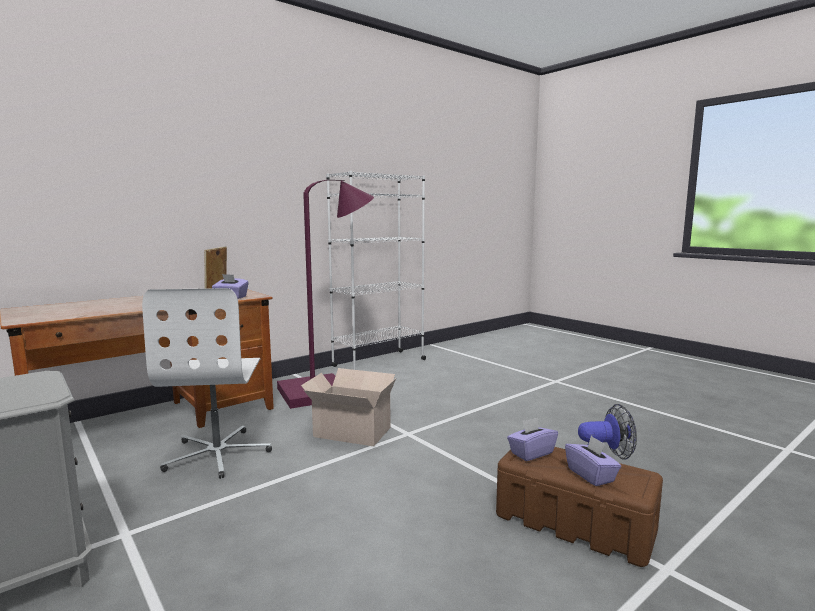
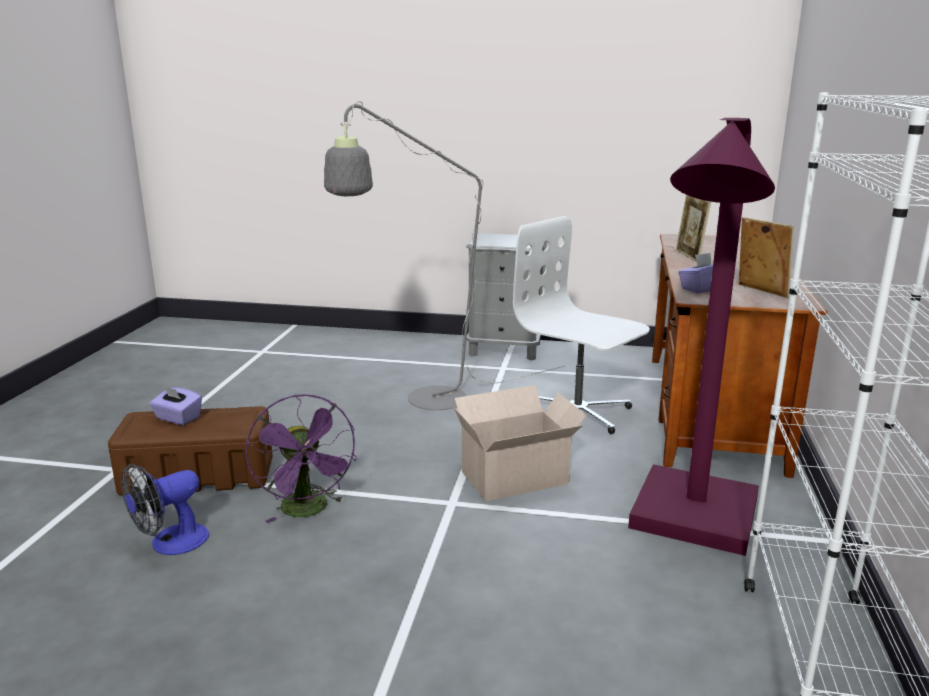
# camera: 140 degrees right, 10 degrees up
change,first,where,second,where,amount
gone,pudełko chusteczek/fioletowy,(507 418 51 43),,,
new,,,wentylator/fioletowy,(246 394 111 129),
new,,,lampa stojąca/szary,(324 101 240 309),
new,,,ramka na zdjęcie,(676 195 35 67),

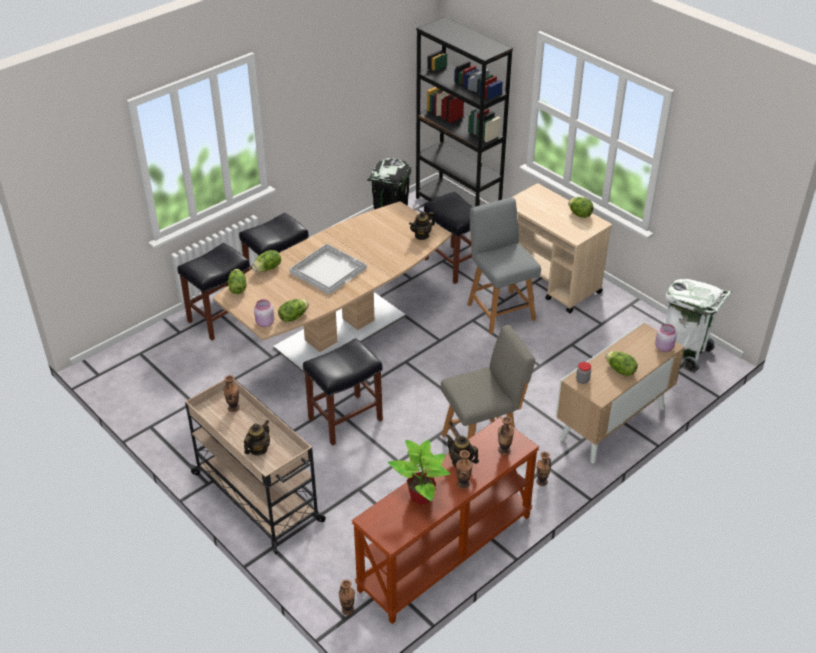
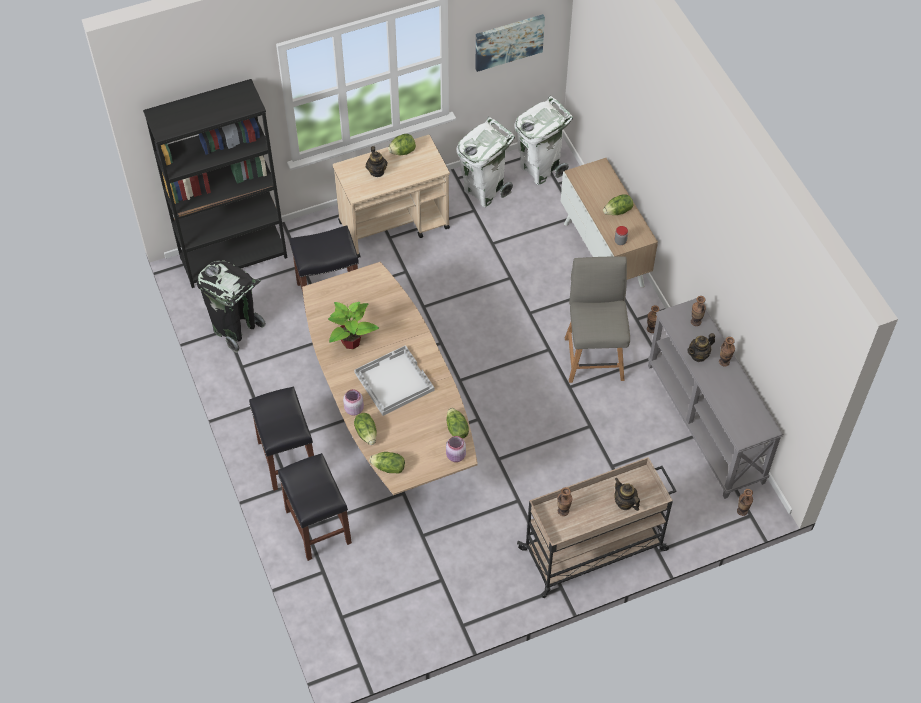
# camera: 70 degrees left, 15 degrees up
change,first,where,second,where,amount
gone,stołek/czarny,(303 338 80 108),,,
repainted,stolik konsolowy/brązowy,(352 417 187 207),stolik konsolowy/szary,(648 298 136 201),
shifted,roślina doniczkowa,(388 440 62 65),,(328 302 51 47),
shifted,imbryk,(409 212 26 28),,(366 146 22 31),
gone,krzesło/szary,(467 197 74 137),,,
shifted,słoik/różowy,(655 324 22 28),,(343 389 21 26),
new,,,kosz na śmieci/biały,(457 117 58 90),
new,,,obraz,(475 14 70 58),

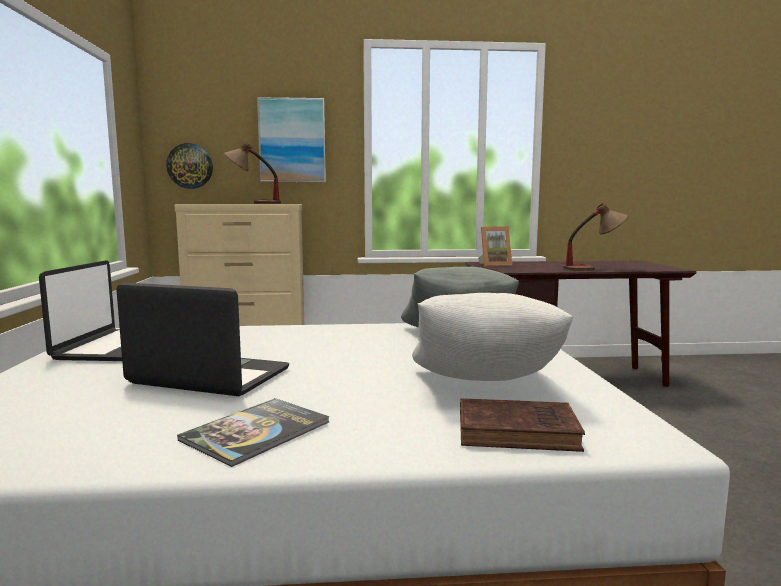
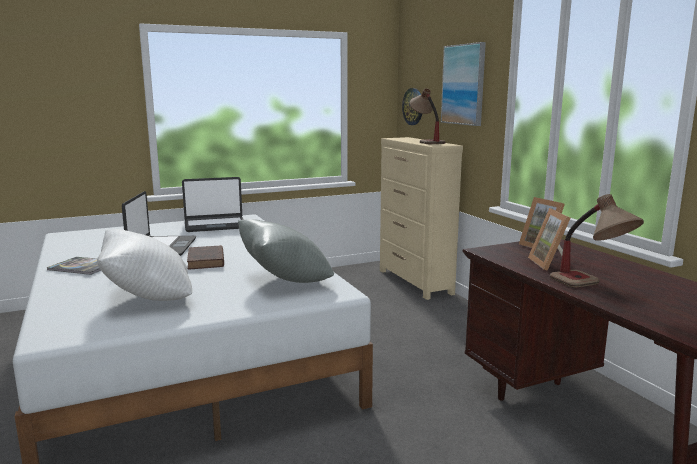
# camera: 70 degrees right, 5 degrees up
change,first,where,second,where,amount
shifted,książka/brązowy,(460 398 125 54),,(187 245 37 24),
new,,,ramka na zdjęcie,(528 208 42 63),

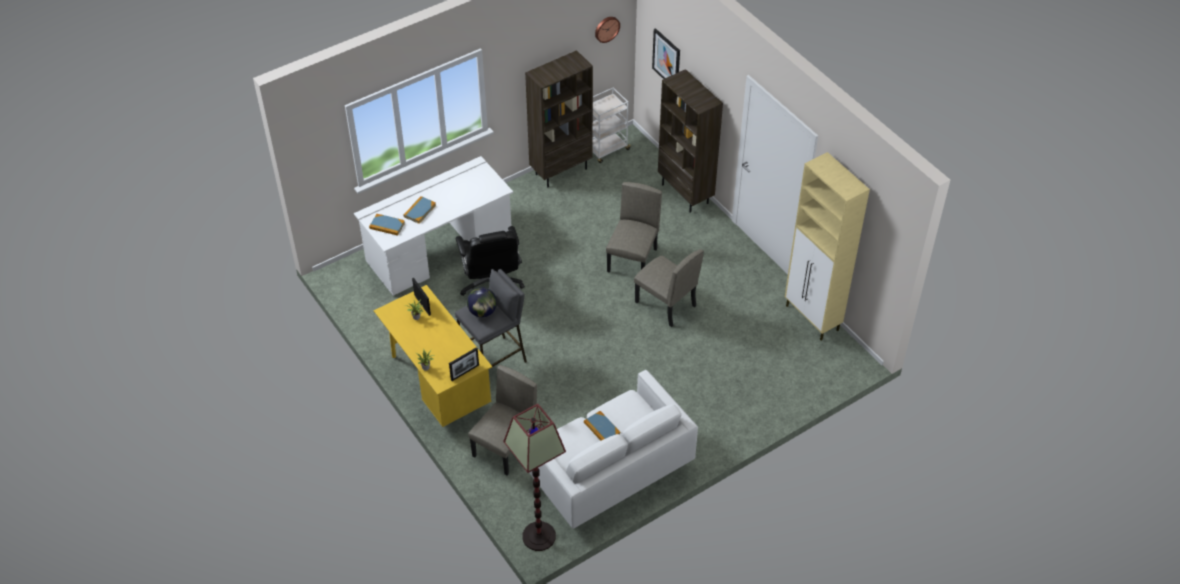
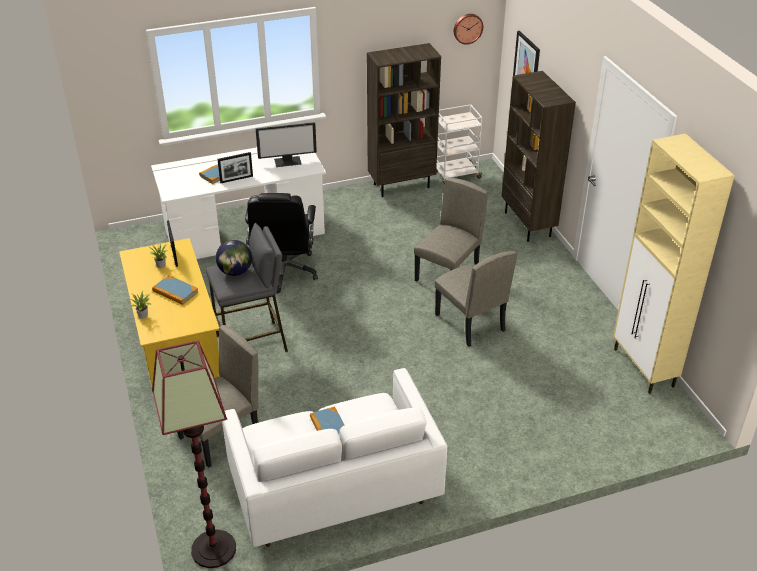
# camera: 15 degrees right, 10 degrees down
change,first,where,second,where,amount
shifted,książka,(369 214 36 22),,(152 275 46 30),
shifted,ramka na zdjęcie,(449 347 30 34),,(217 152 36 31),
new,,,monitor,(256 122 61 45),

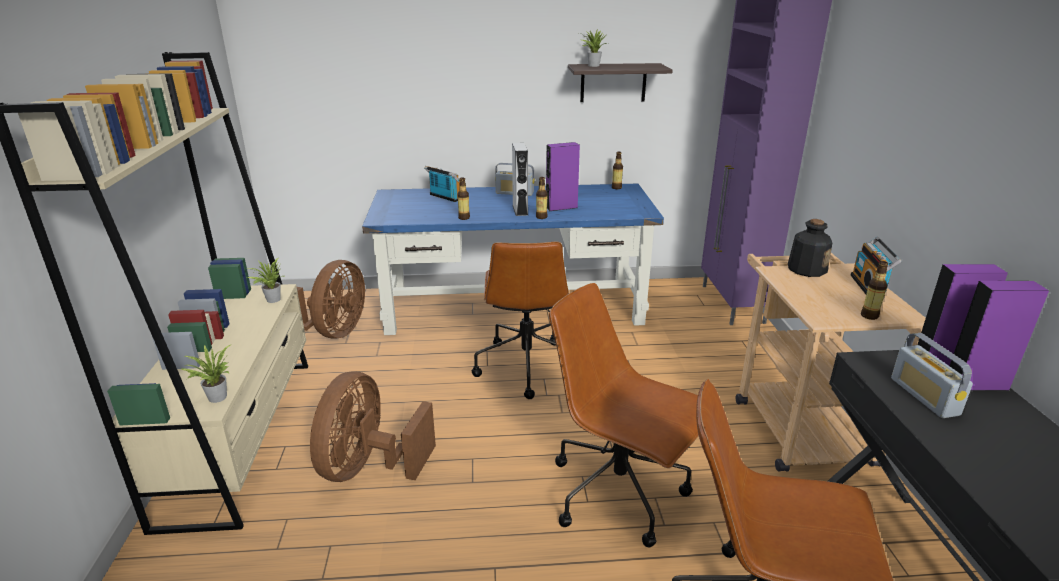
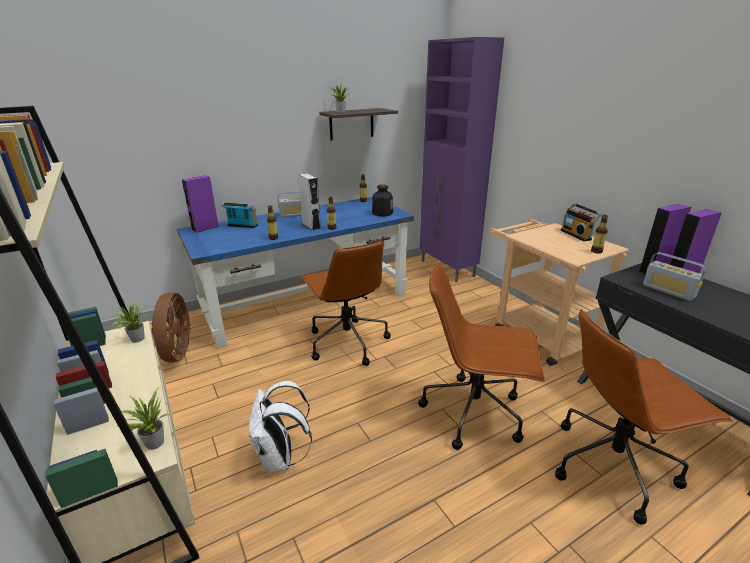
# camera: 25 degrees left, 0 degrees up
change,first,where,second,where,amount
swapped,wentylator/brązowy,(310 372 126 110),plecak/biały,(248 381 64 91),
shifted,głośnik/fioletowy,(546 142 34 69),,(182 176 37 57),
shifted,butelka,(788 219 44 58),,(372 184 21 32),

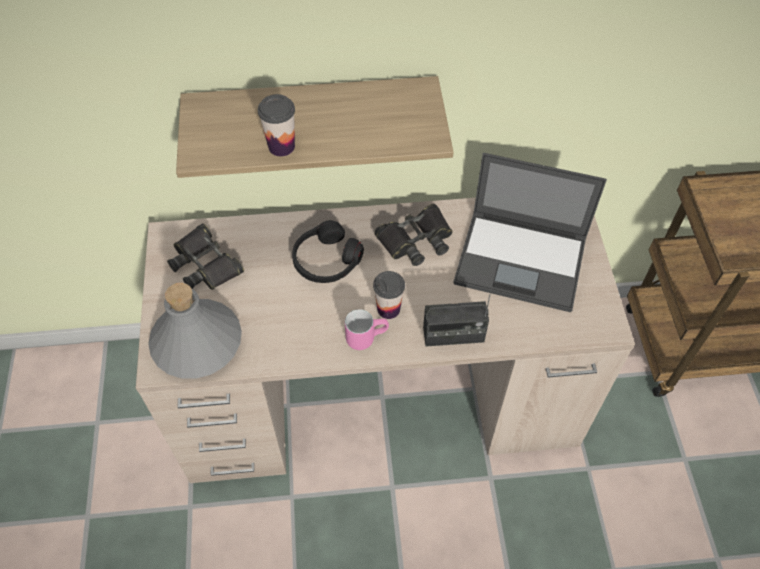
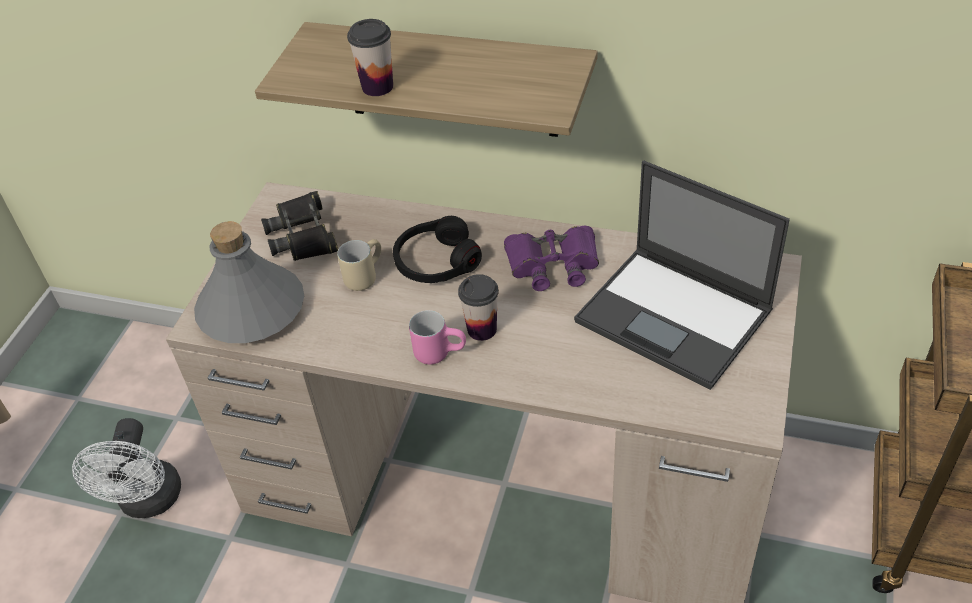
# camera: 25 degrees right, 10 degrees down
change,first,where,second,where,amount
repainted,lornetka/czarny,(374 204 79 62),lornetka/fioletowy,(504 226 95 65),
gone,radio,(423 290 68 57),,,
new,,,wentylator/biały,(72 418 109 100),
new,,,kubek/beżowy,(337 239 44 52),

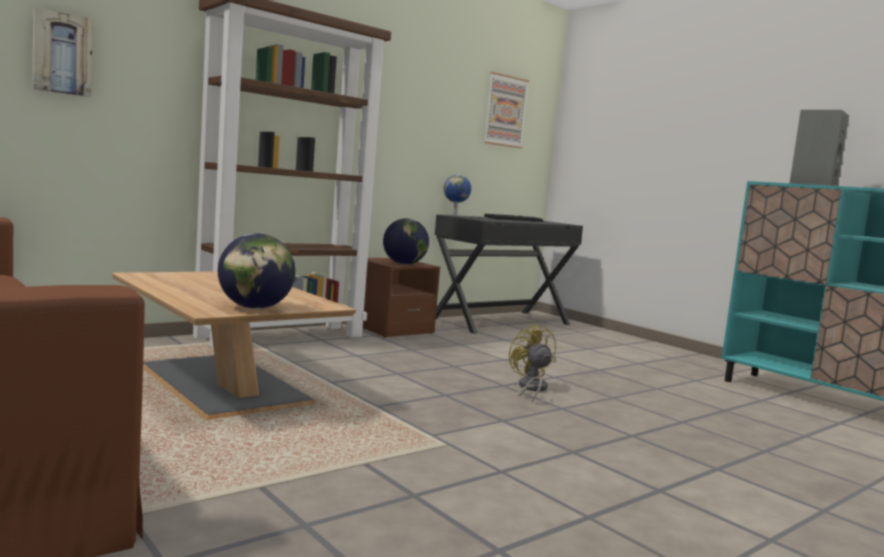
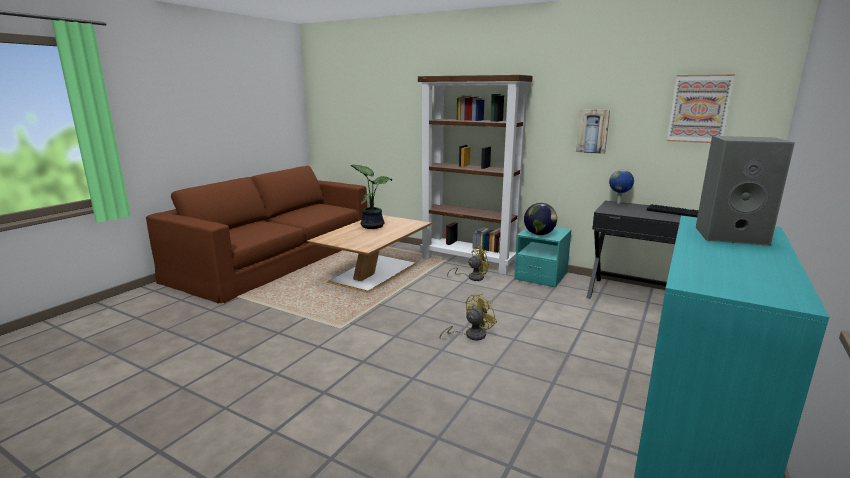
# camera: 70 degrees right, 10 degrees up
change,first,where,second,where,amount
shifted,obraz,(33 8 60 89),,(576 109 34 45),
gone,globus,(218 233 78 76),,,
repainted,szafka nocna/brązowy,(363 258 77 80),szafka nocna/turkusowy,(514 227 58 61),
new,,,roślina doniczkowa,(350 164 42 65),
new,,,wentylator/żółty,(447 246 44 35),

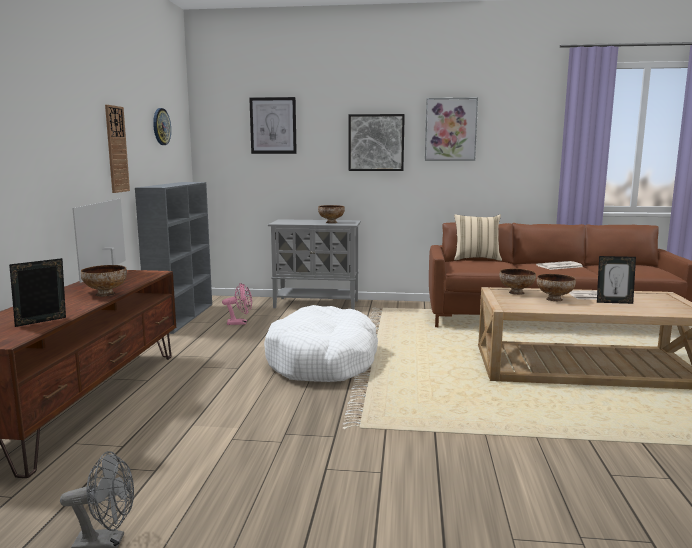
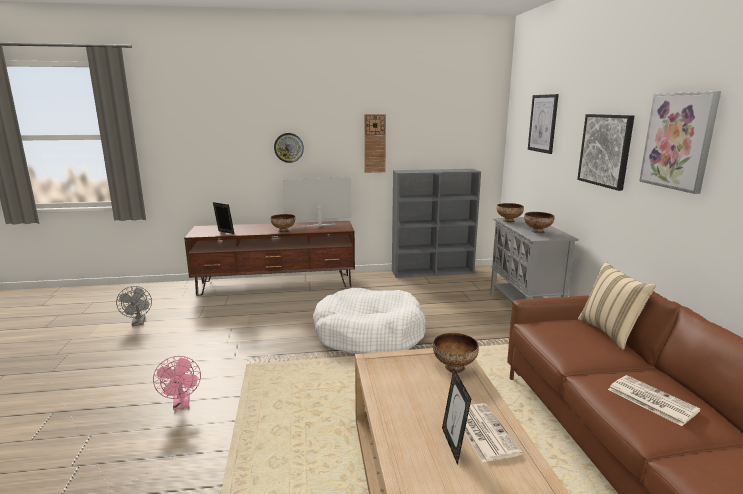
# camera: 75 degrees right, 5 degrees up
change,first,where,second,where,amount
shifted,zegar ścienny,(153 108 18 37),,(274 133 30 30),
shifted,wentylator/różowy,(222 283 30 42),,(153 356 48 54),
shifted,miska,(537 274 39 27),,(497 203 27 20),

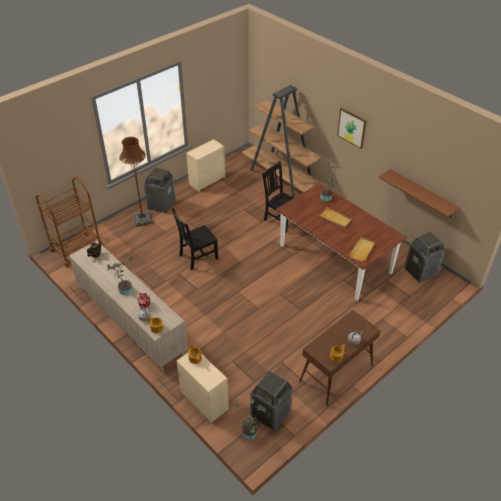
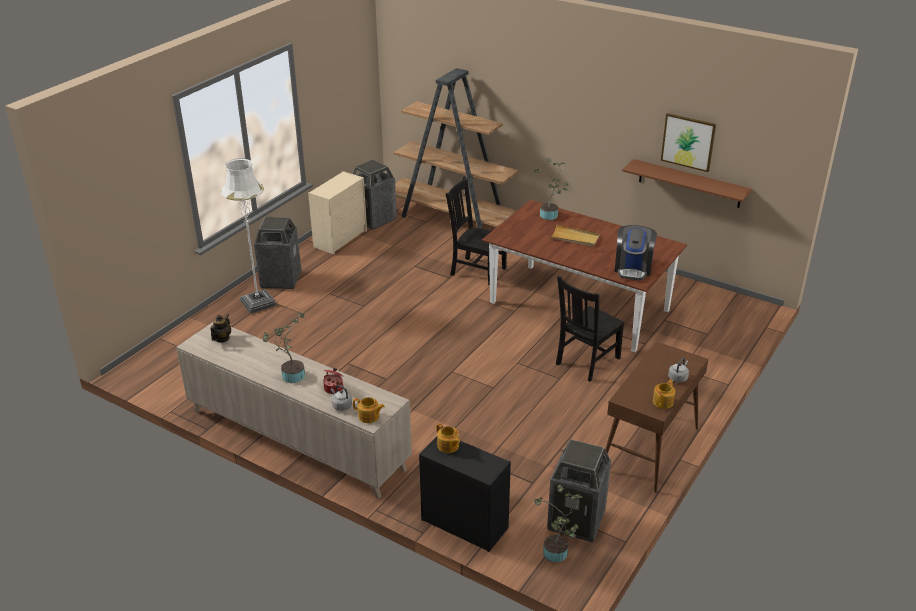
# camera: 15 degrees left, 10 degrees down
change,first,where,second,where,amount
gone,wózek/brązowy,(36 177 67 90),,,
repainted,lampa stojąca/brązowy,(119 137 34 90),lampa stojąca/biały,(221 158 56 156),
shifted,krzesło/czarny,(172 208 46 63),,(556 276 68 106),
repainted,komoda/beżowy,(177 353 52 70),komoda/czarny,(419 436 92 116),
shifted,obraz,(337 108 30 41),,(661 113 55 59),
swapped,taca/beżowy,(349 237 26 24),ekspres do kawy,(615 225 42 55),
shifted,kosz na śmieci,(404 231 41 52),,(352 159 45 71),

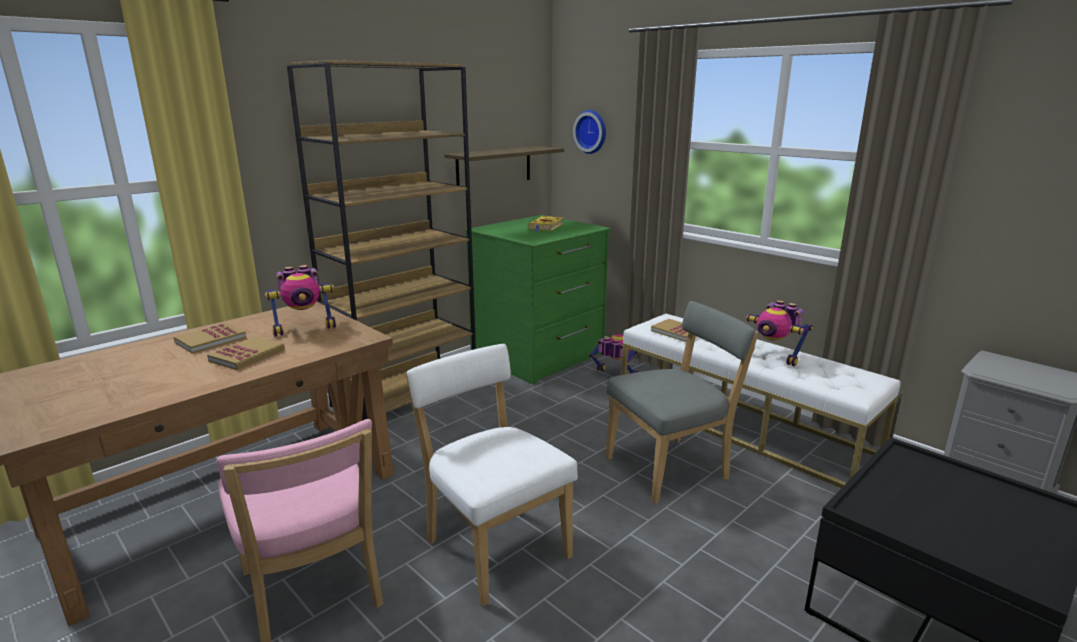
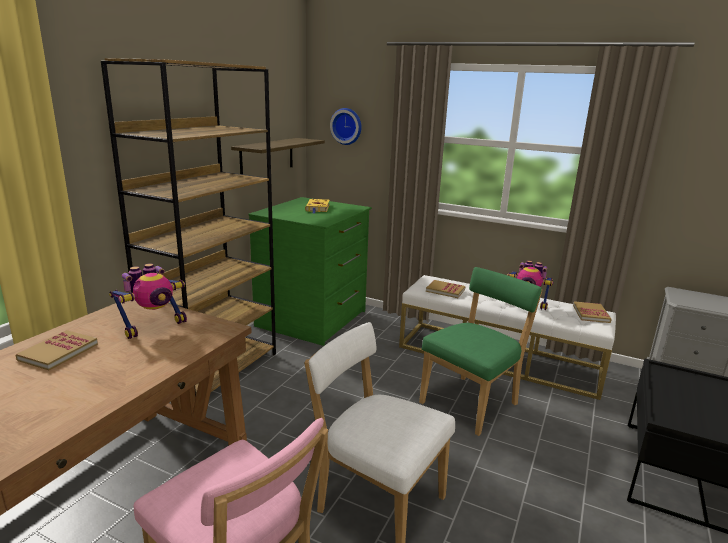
# camera: 20 degrees left, 0 degrees up
change,first,where,second,where,amount
shifted,książka,(207 336 78 34),,(573 301 39 22),
gone,robot zabawkowy,(589 334 51 40),,,
repainted,krzesło/szary,(606 301 153 203),krzesło/zielony,(419 267 124 169),

